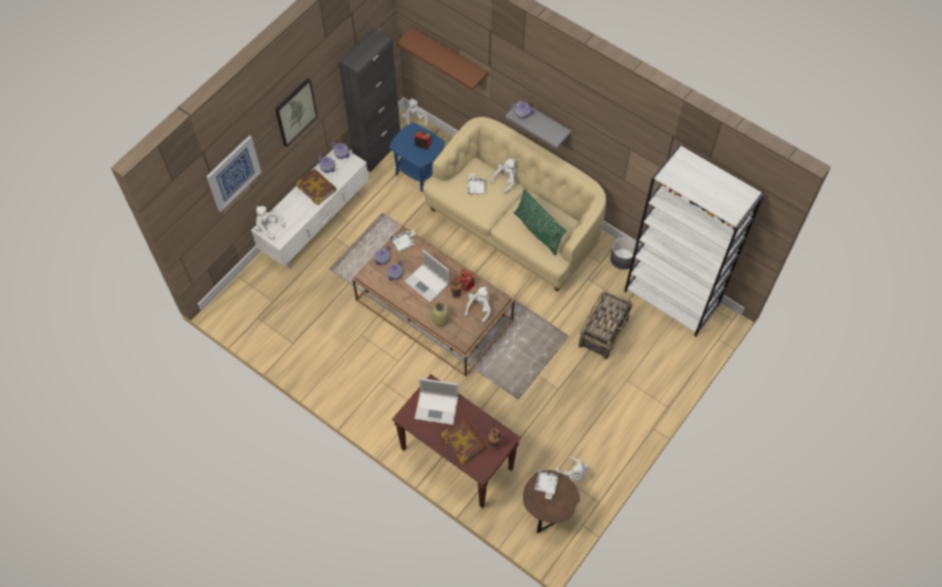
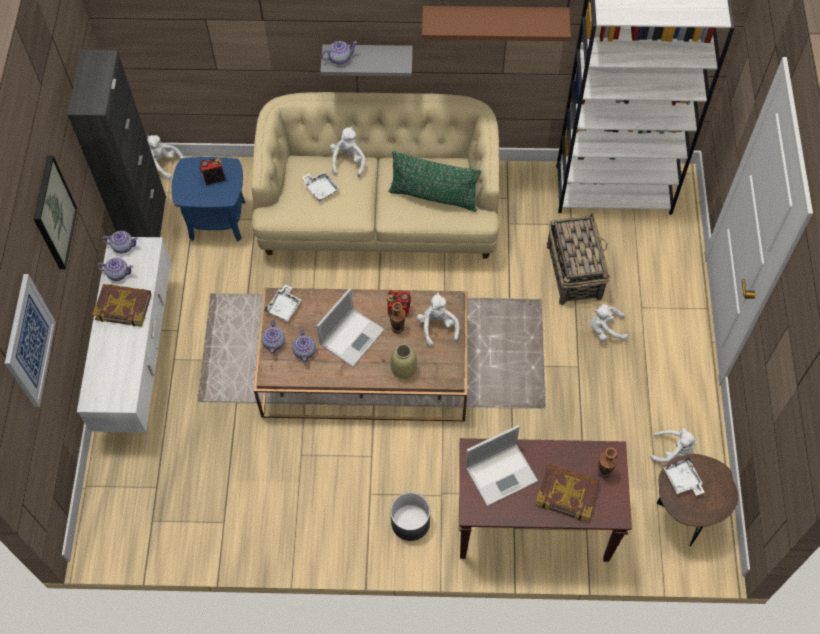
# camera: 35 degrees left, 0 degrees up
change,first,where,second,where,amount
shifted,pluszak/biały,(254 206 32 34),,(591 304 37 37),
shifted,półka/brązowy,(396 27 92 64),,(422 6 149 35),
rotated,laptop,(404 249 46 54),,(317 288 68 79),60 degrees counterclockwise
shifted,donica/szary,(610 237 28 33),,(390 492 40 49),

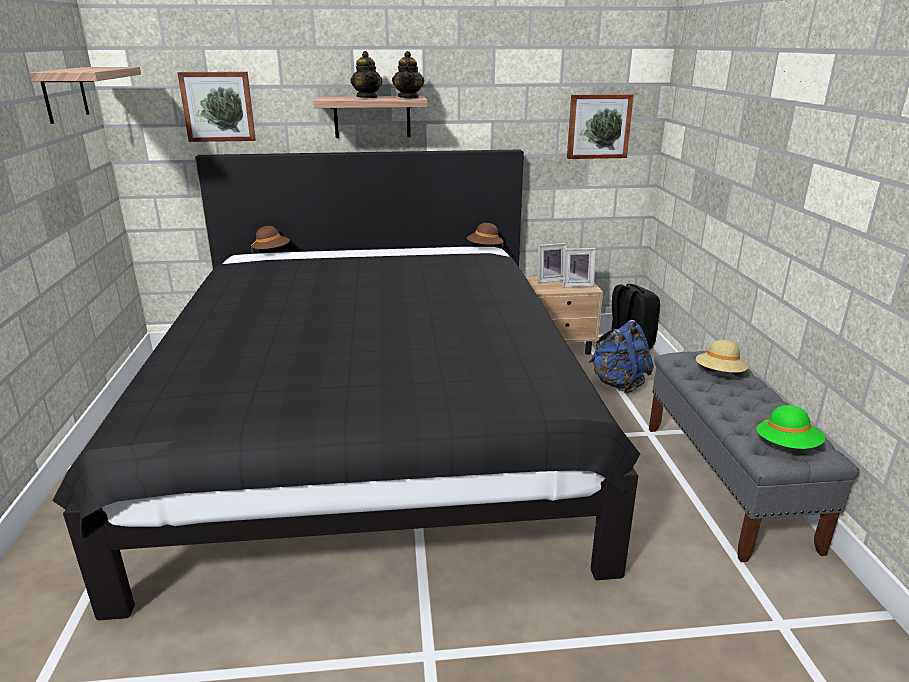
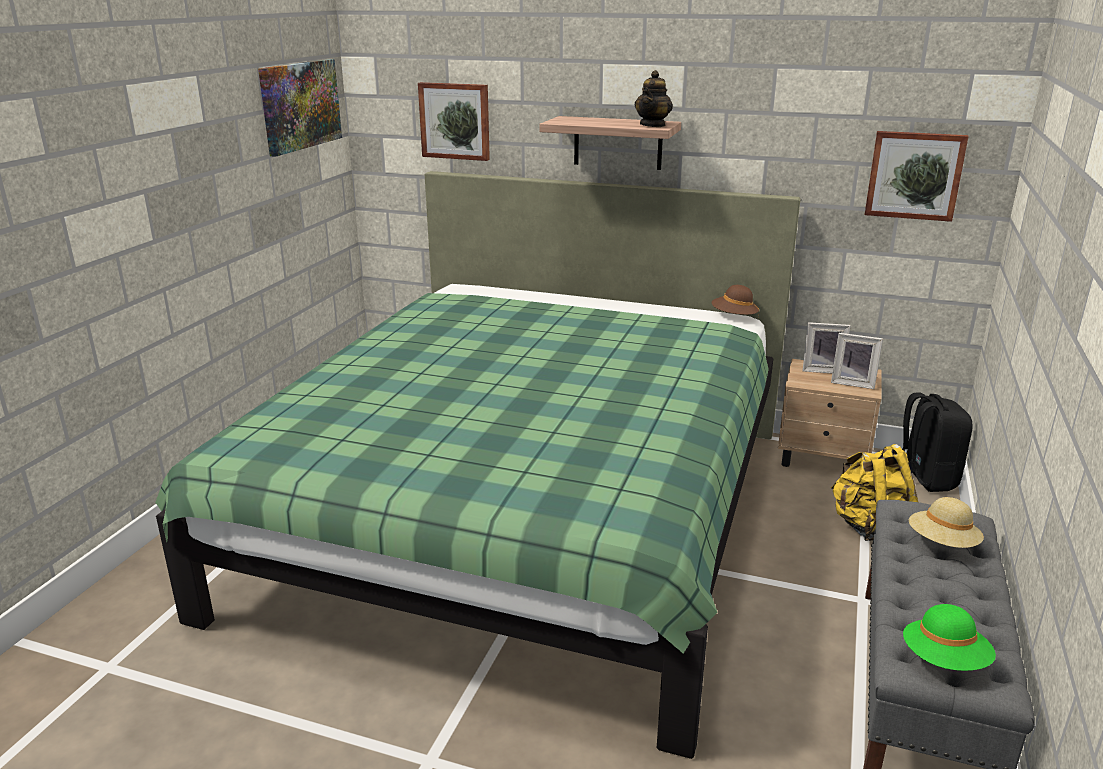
# camera: 25 degrees right, 0 degrees up
change,first,where,second,where,amount
swapped,półka,(29 67 112 57),obraz,(258 59 84 98),
repainted,łóżko/czarny,(53 149 587 472),łóżko/zielony,(155 171 646 588),
gone,kapelusz/brązowy,(251 226 39 26),,,
gone,imbryk,(351 51 31 47),,,
repainted,plecak/niebieski,(589 320 65 74),plecak/żółty,(830 444 88 97),

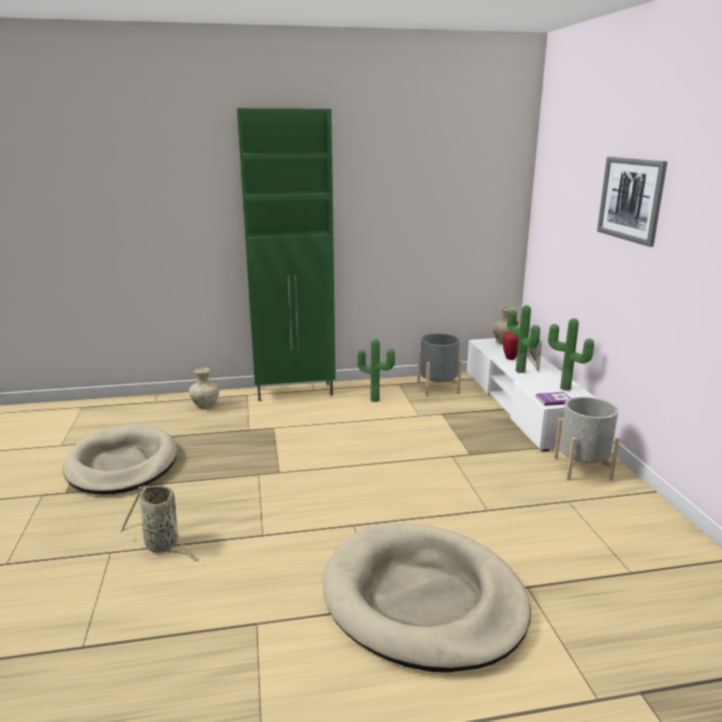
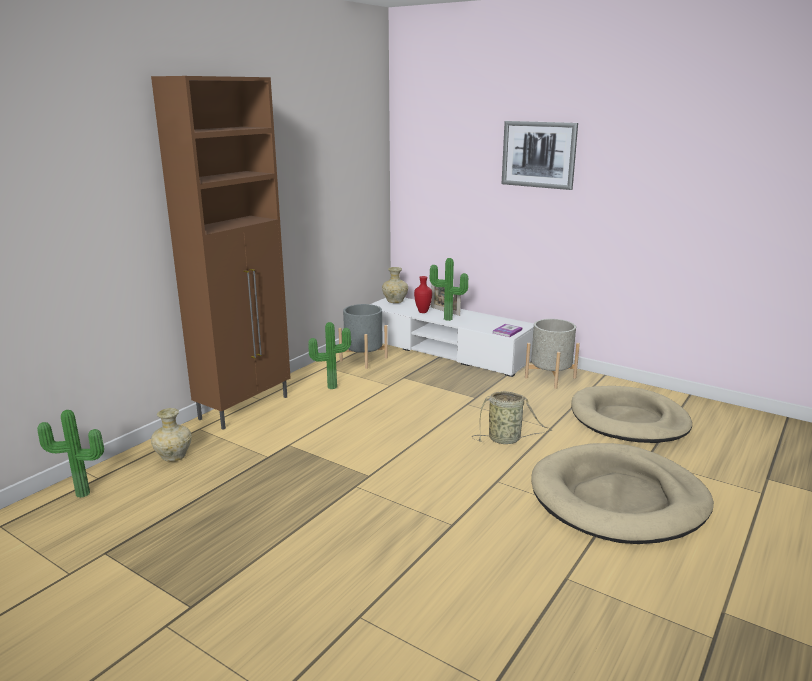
# camera: 45 degrees left, 0 degrees up
change,first,where,second,where,amount
shifted,legowisko/beżowy,(62 424 115 70),,(571 386 121 57),
shifted,koszyk,(120 485 79 76),,(472 391 80 53),
repainted,szafka/zielony,(237 108 99 293),szafka/brązowy,(151 76 140 354),
shifted,roślina doniczkowa,(548 318 46 73),,(37 410 67 88),

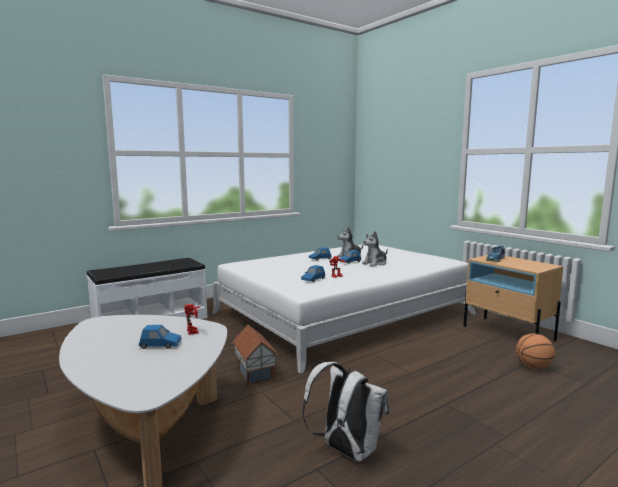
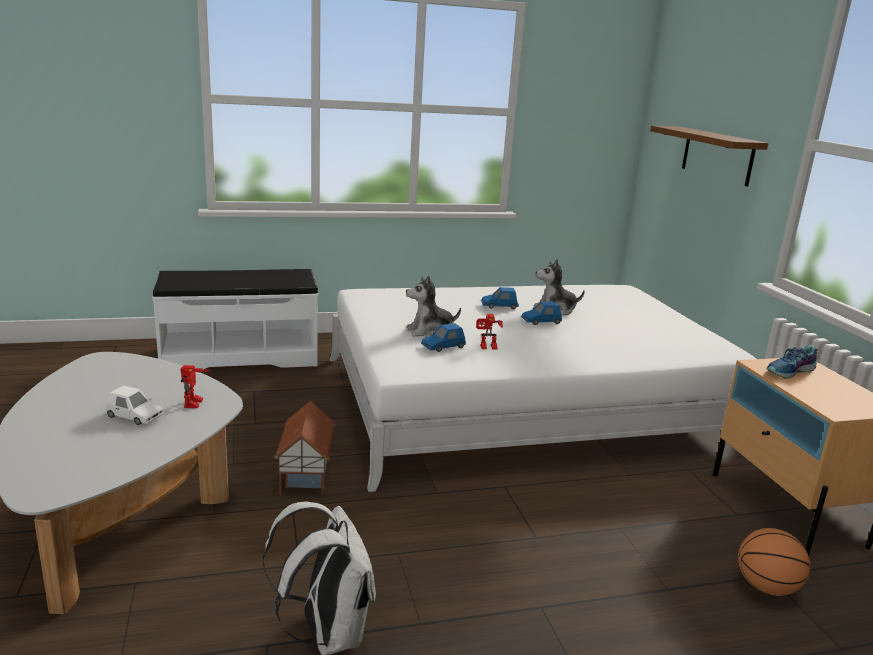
# camera: 20 degrees right, 10 degrees up
change,first,where,second,where,amount
repainted,samochodzik/niebieski,(139 325 43 24),samochodzik/biały,(106 385 58 40),
shifted,pluszak,(362 231 26 35),,(406 275 55 61),
new,,,półka/brązowy,(650 126 118 60),

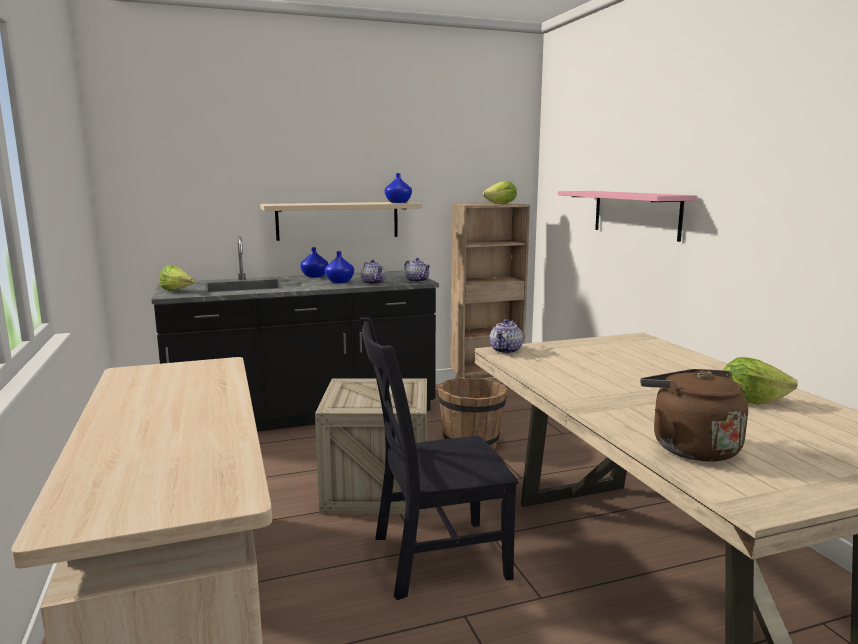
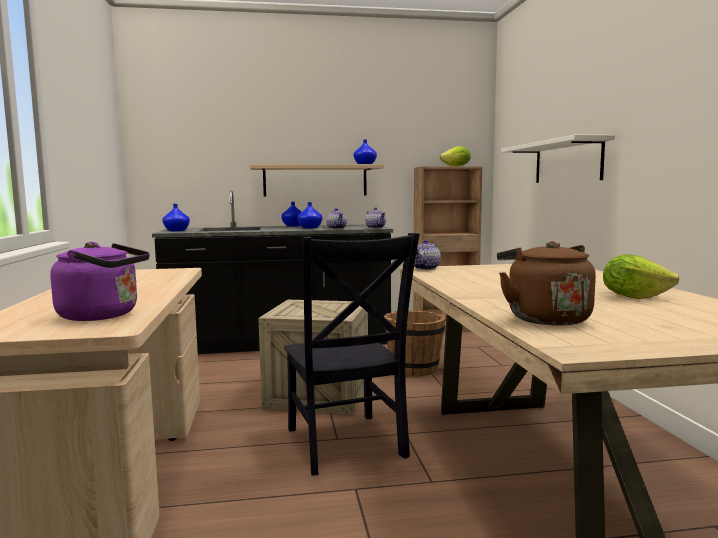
# camera: 10 degrees right, 5 degrees down
change,first,where,second,where,amount
swapped,sałata,(159 265 36 26),wazon/niebieski,(162 204 28 27),
rotated,krzesło/czarny,(360 317 158 283),,(284 233 136 242),105 degrees counterclockwise
repainted,półka/różowy,(558 191 139 51),półka/biały,(501 135 114 48),
new,,,czajnik/fioletowy,(50 242 100 79),

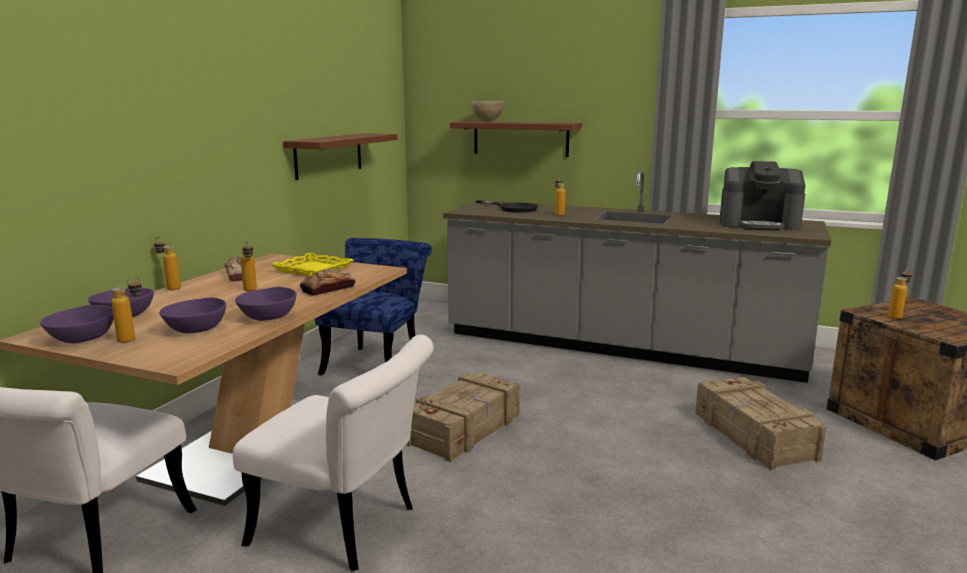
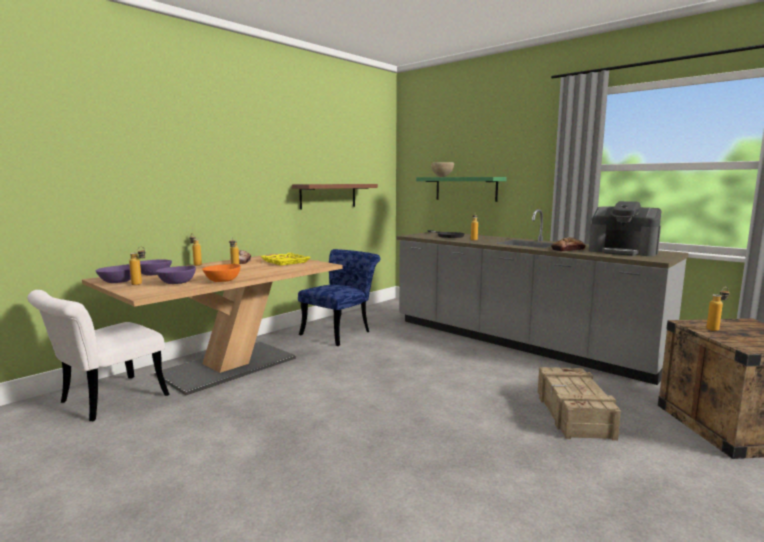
# camera: 20 degrees right, 5 degrees down
change,first,where,second,where,amount
gone,krzesło/biały,(233 335 201 236),,,
repainted,miska/fioletowy,(235 287 62 34),miska/pomarańczowy,(202 264 39 18),
shifted,chleb,(300 268 56 28),,(551 237 35 14),
gone,skrzynka,(406 372 114 90),,,
repainted,półka/brązowy,(450 121 132 36),półka/zielony,(416 177 91 25),

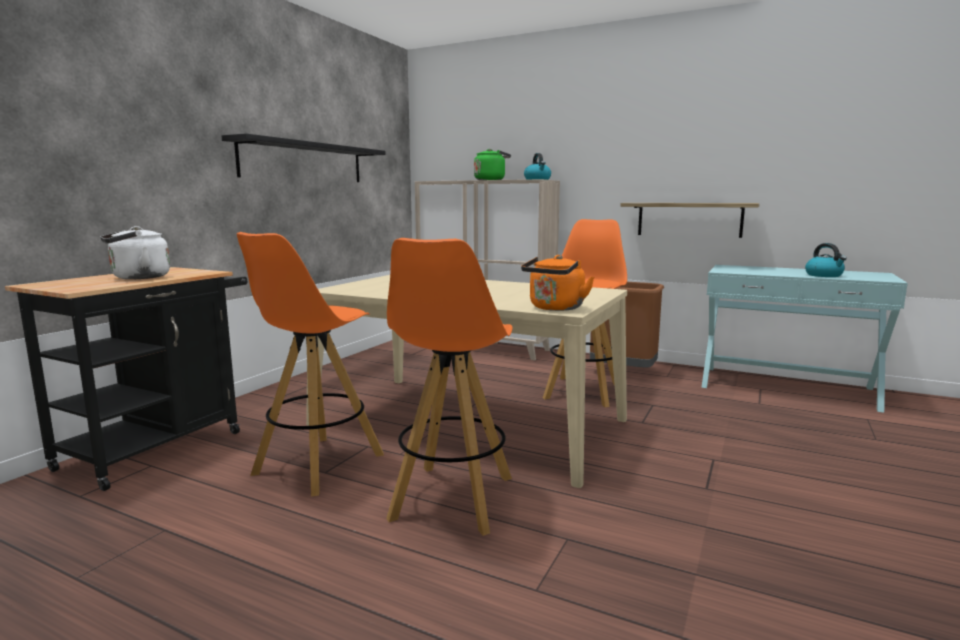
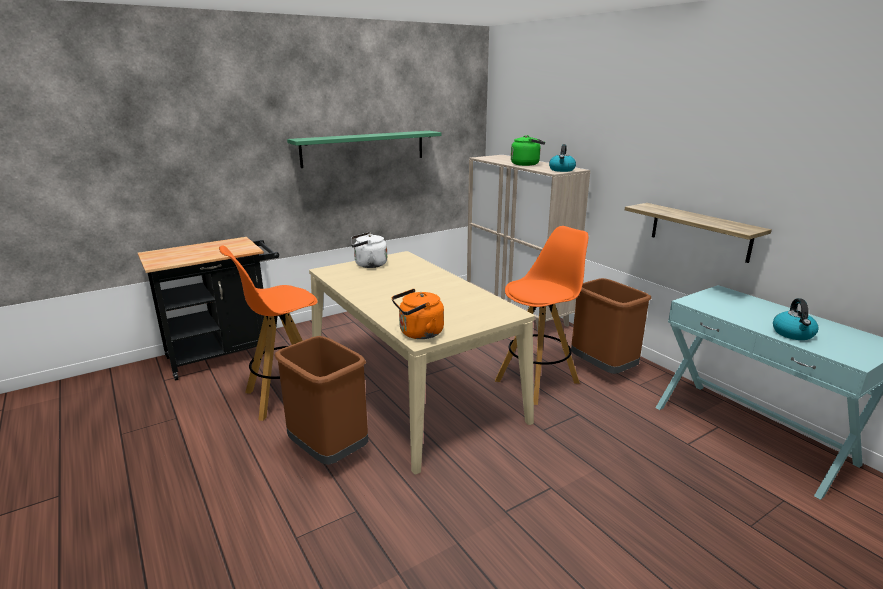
# camera: 30 degrees right, 10 degrees up
change,first,where,second,where,amount
shifted,czajnik/biały,(100 226 70 53),,(351 232 36 36),
repainted,półka/czarny,(221 133 165 49),półka/zielony,(287 131 154 37),
swapped,stołek/pomarańczowy,(386 238 127 298),kosz na śmieci/brązowy,(275 336 93 129),

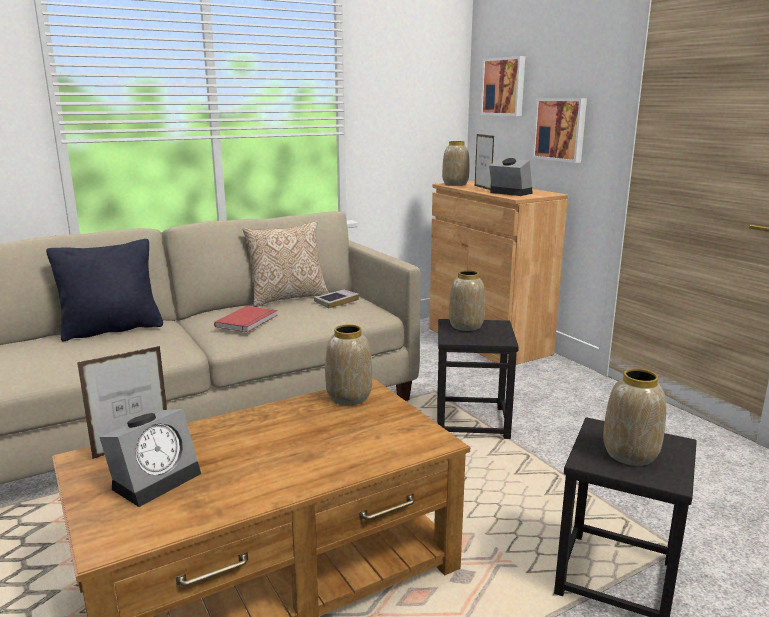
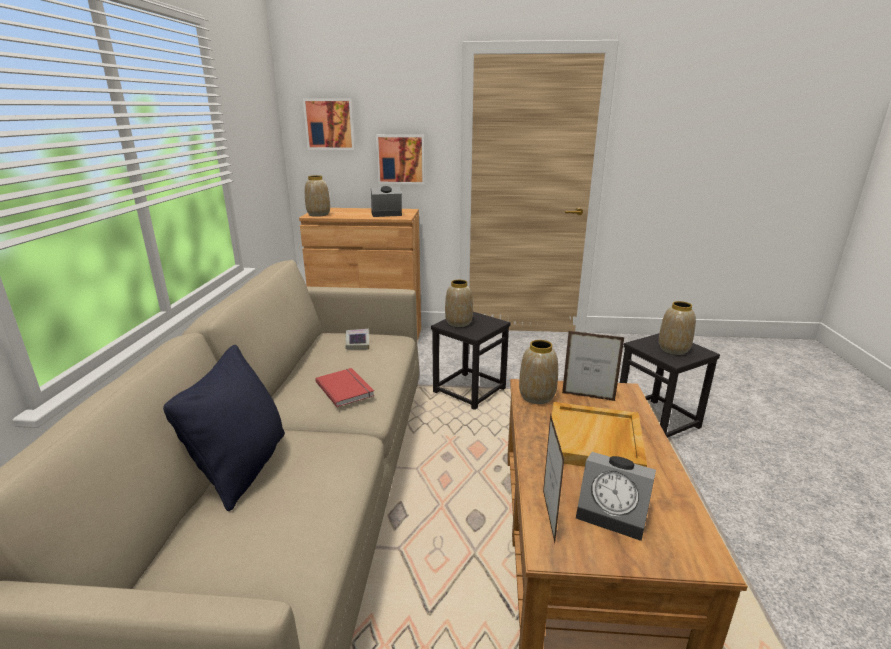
# camera: 55 degrees left, 5 degrees up
change,first,where,second,where,amount
rotated,budzik,(100 409 101 98),,(576 452 80 89),135 degrees clockwise
gone,poduszka,(243 221 86 86),,,
shifted,ramka na zdjęcie,(475 134 19 56),,(562 331 63 70),
new,,,taca/beżowy,(552 402 95 65),

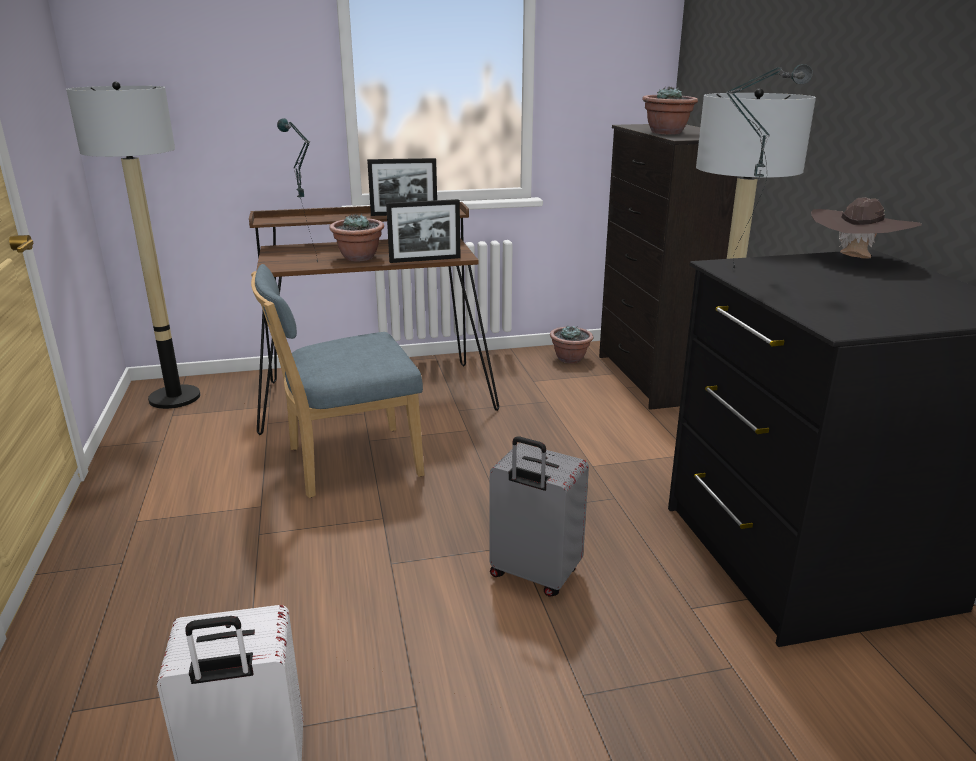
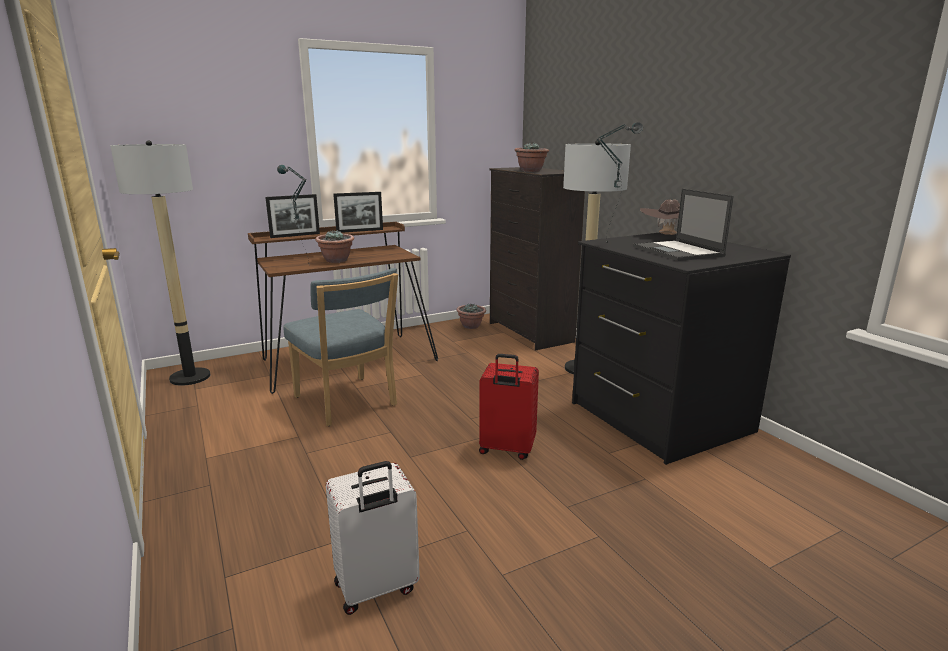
# camera: 15 degrees left, 5 degrees down
change,first,where,second,where,amount
rotated,krzesło/niebieski,(251 264 173 234),,(283 268 115 158),90 degrees counterclockwise
shifted,ramka na zdjęcie,(386 199 75 64),,(265 194 55 44),
repainted,walizka/szary,(490 436 99 161),walizka/czerwony,(479 354 60 106),
new,,,laptop,(633 189 101 72),

